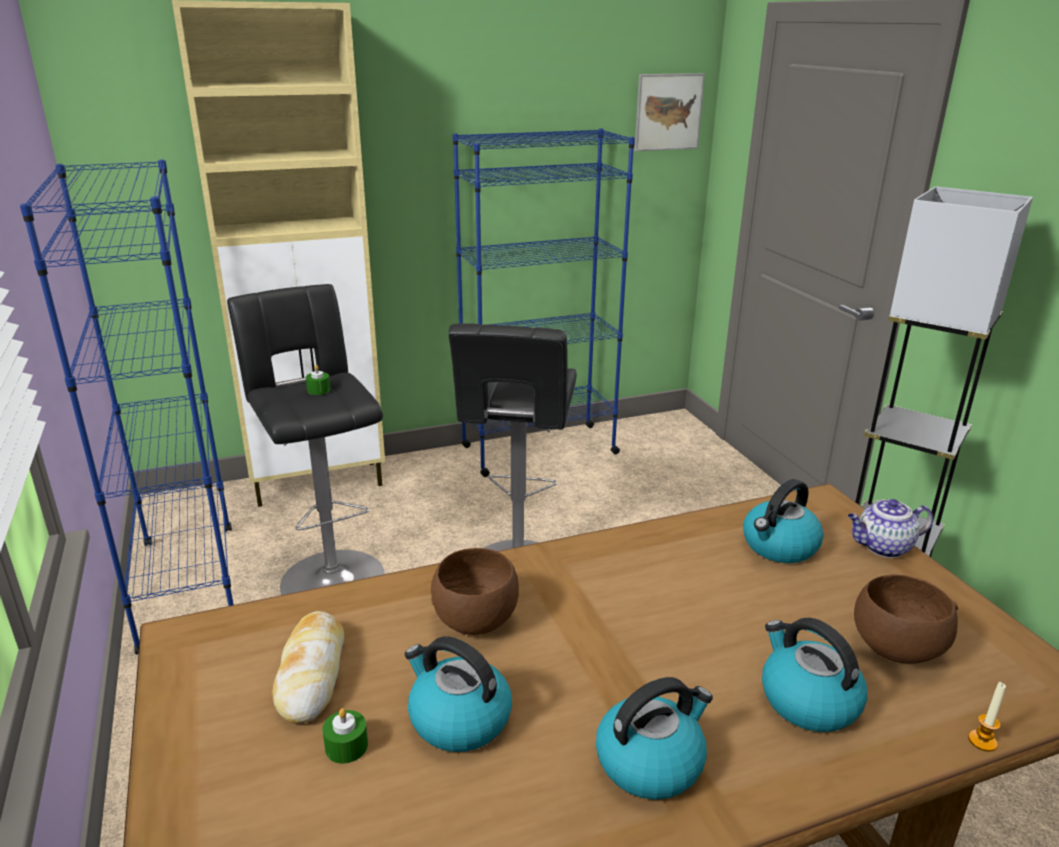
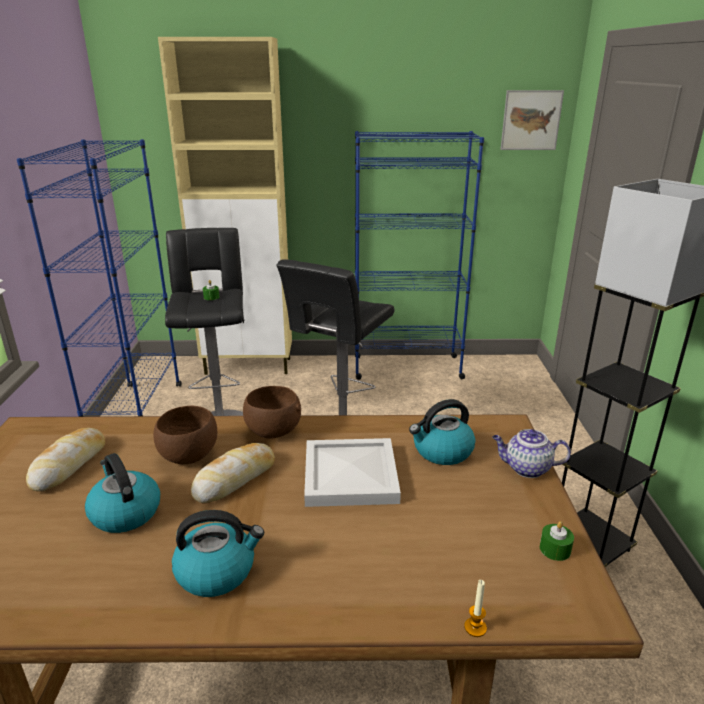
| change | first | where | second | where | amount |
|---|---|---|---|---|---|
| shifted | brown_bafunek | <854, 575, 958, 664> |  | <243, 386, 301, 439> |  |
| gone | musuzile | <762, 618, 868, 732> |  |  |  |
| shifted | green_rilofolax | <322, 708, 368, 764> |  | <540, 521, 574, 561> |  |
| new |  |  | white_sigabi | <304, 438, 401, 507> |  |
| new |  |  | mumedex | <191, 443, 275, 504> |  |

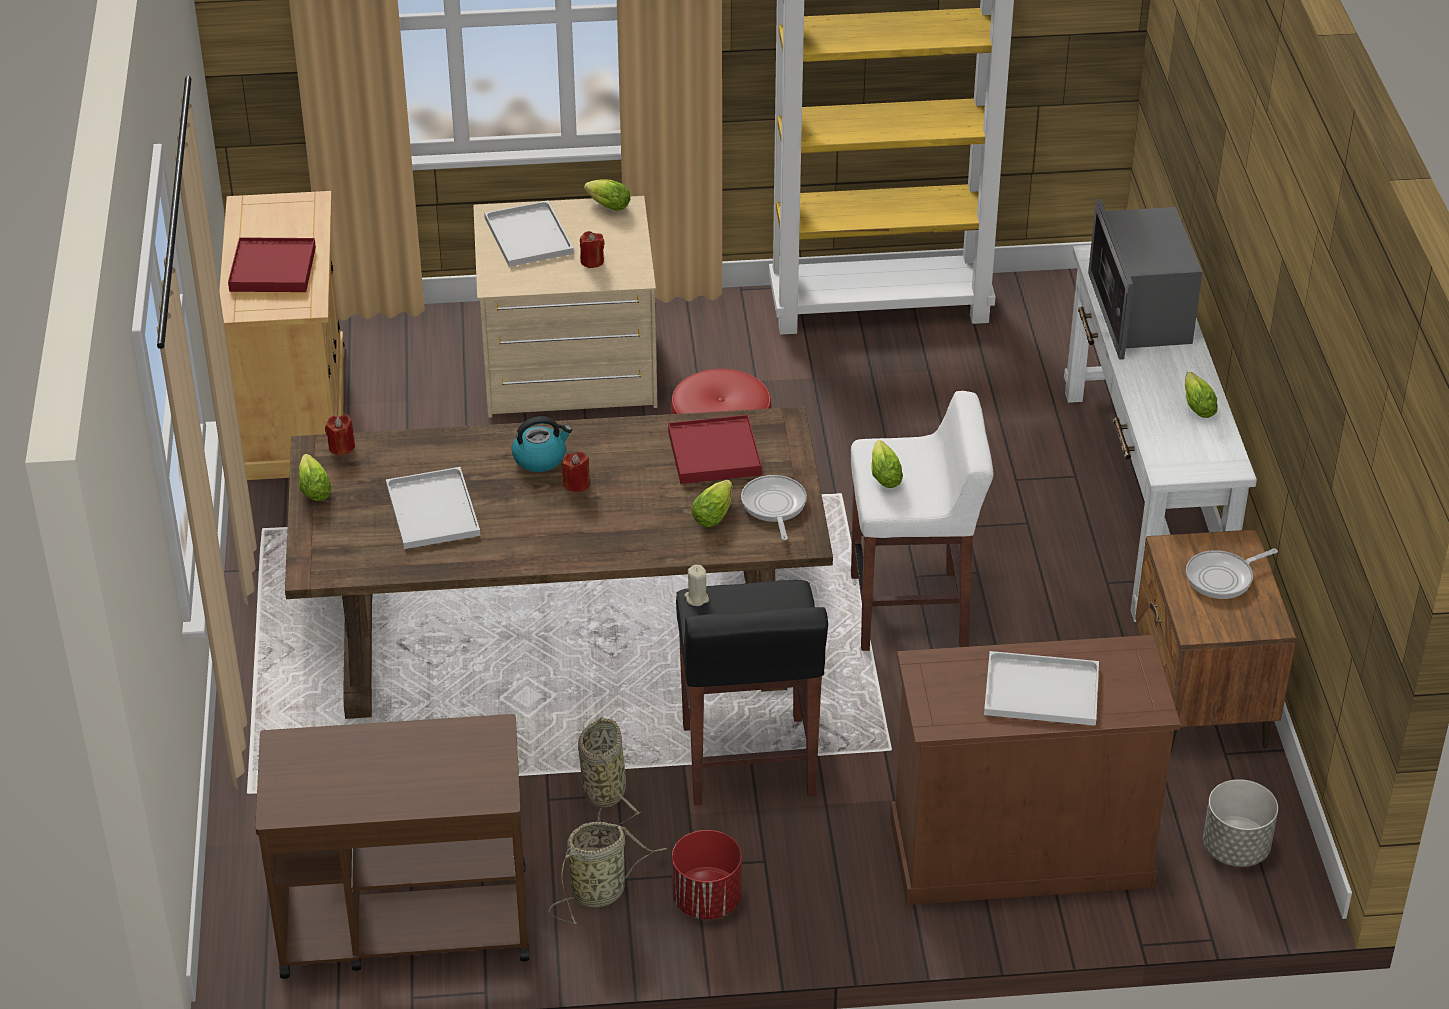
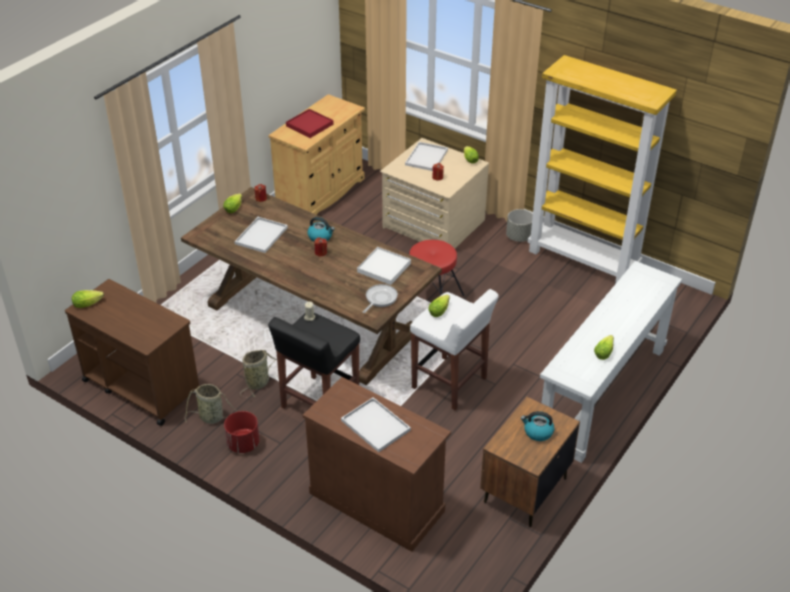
| change | first | where | second | where | amount |
|---|---|---|---|---|---|
| gone | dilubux | <1088, 199, 1202, 360> |  |  |  |
| repainted | red_sigabi | <668, 415, 762, 484> | white_sigabi | <357, 247, 411, 285> |  |
| shifted | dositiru | <691, 480, 733, 527> |  | <72, 290, 104, 308> |  |
| swapped | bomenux | <1186, 548, 1278, 599> | musuzile | <521, 411, 554, 441> |  |
| shifted | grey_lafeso | <1203, 779, 1278, 867> |  | <506, 209, 533, 242> |  |

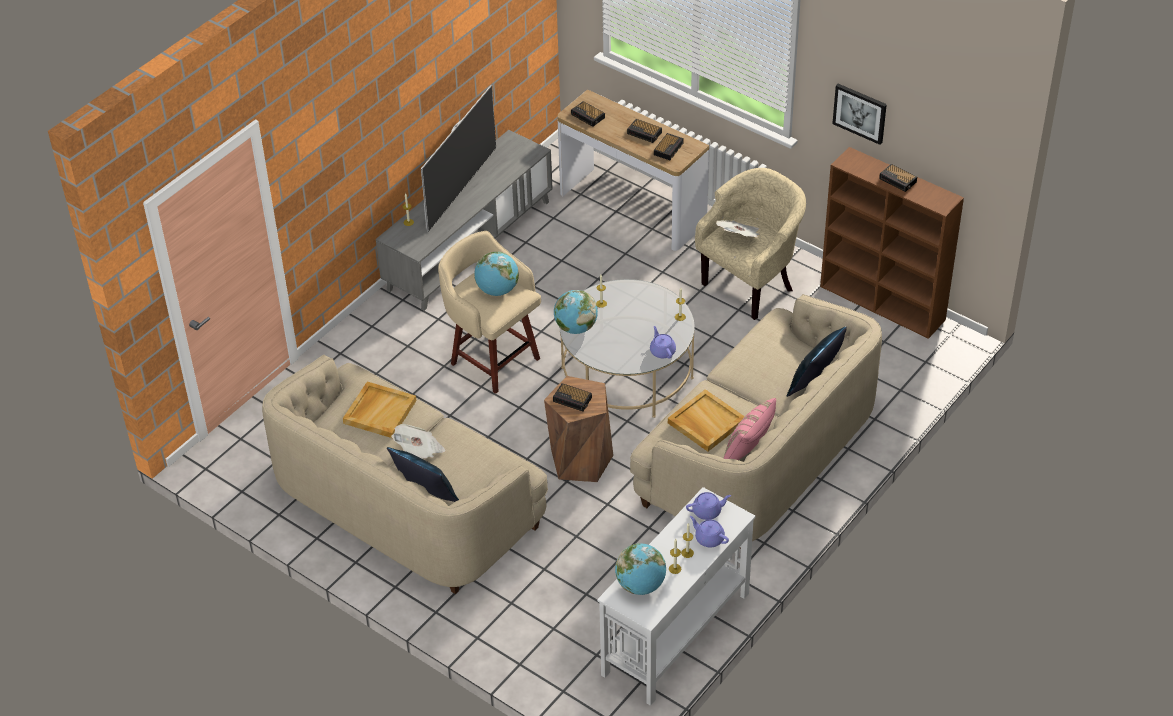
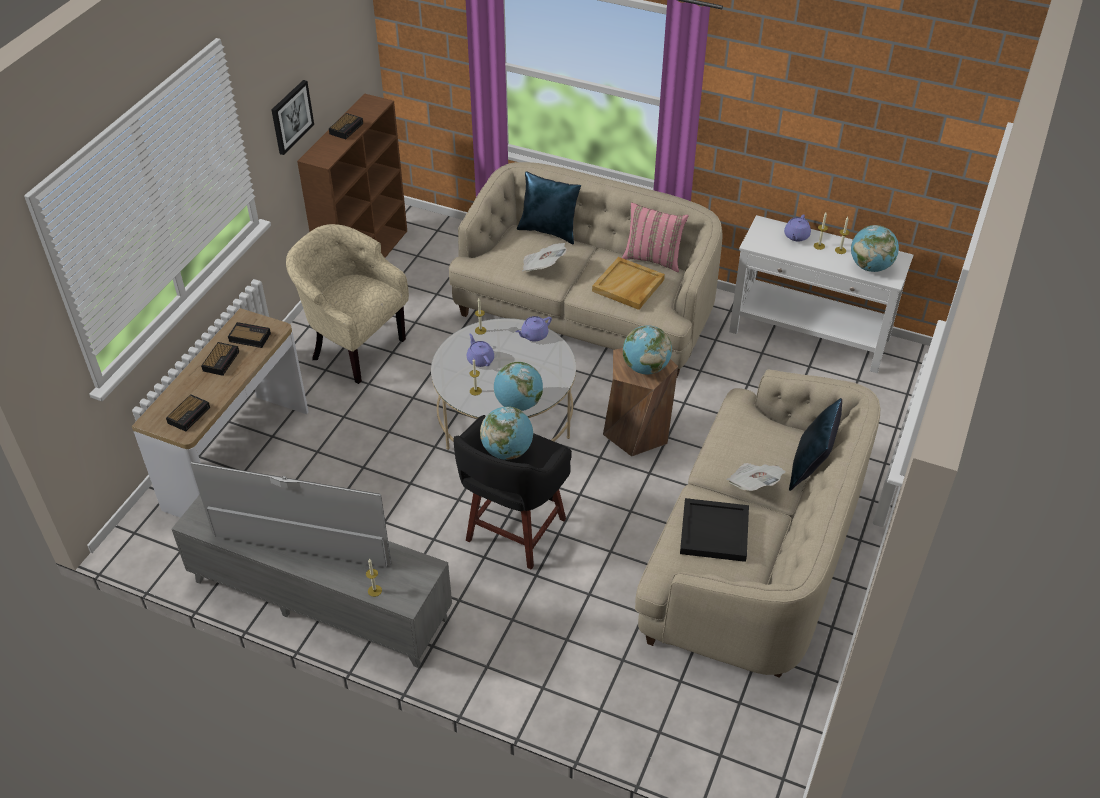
| change | first | where | second | where | amount |
|---|---|---|---|---|---|
| shifted | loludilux | <716, 220, 759, 237> |  | <522, 243, 567, 272> |  |
| repainted | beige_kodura | <438, 231, 541, 394> | black_kodura | <453, 415, 572, 569> |  |
| repainted | beige_sigabi | <343, 382, 416, 438> | black_sigabi | <680, 498, 749, 562> |  |
| swapped | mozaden | <553, 383, 592, 411> | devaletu | <623, 325, 672, 374> |  |
| shifted | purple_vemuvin | <686, 492, 731, 520> |  | <467, 333, 494, 367> |  |

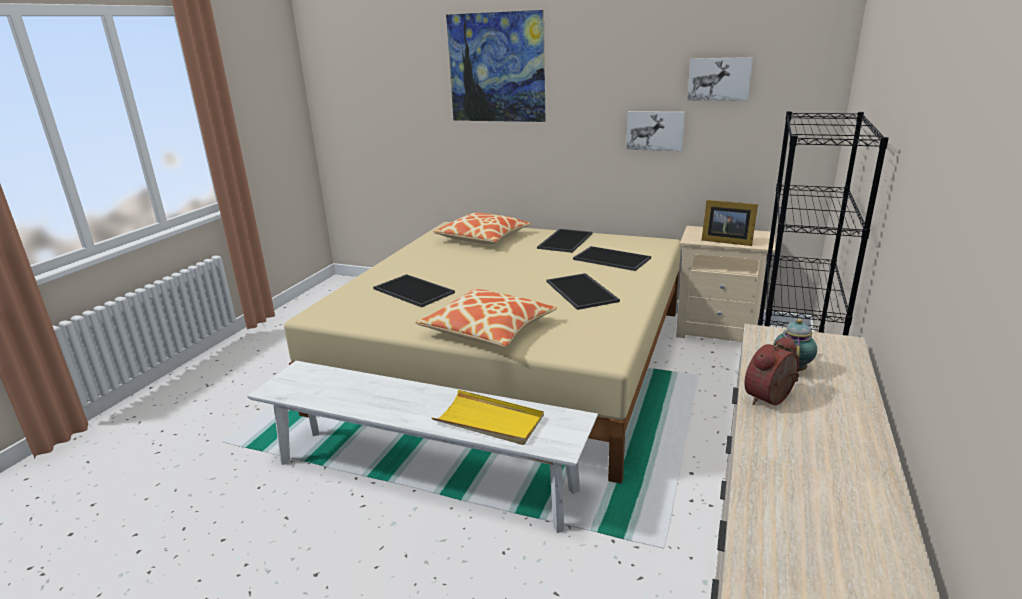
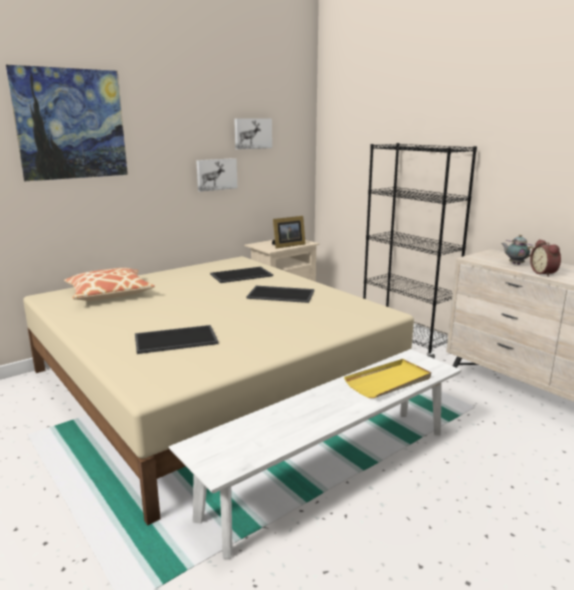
| change | first | where | second | where | amount |
|---|---|---|---|---|---|
| gone | sigabi | <537, 229, 592, 253> |  |  |  |
| gone | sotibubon | <416, 289, 557, 347> |  |  |  |

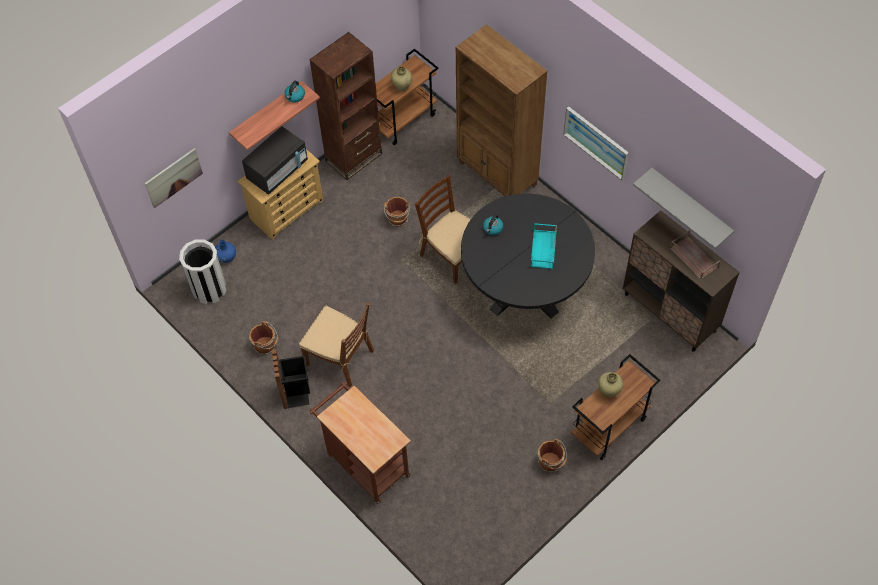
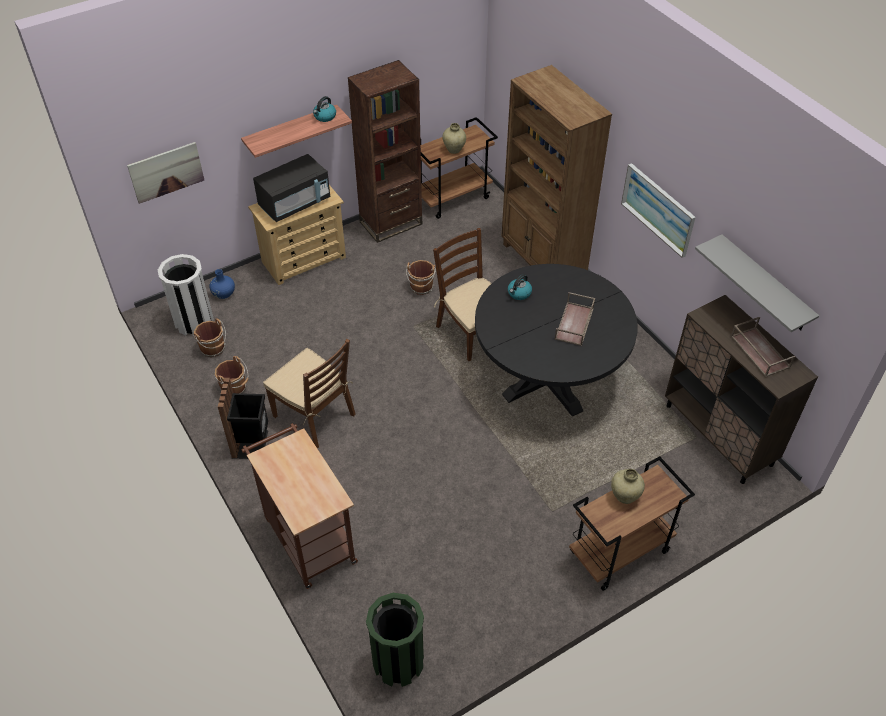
| change | first | where | second | where | amount |
|---|---|---|---|---|---|
| repainted | turquoise_sigabi | <531, 223, 557, 269> | brown_sigabi | <555, 292, 595, 346> |  |
| shifted | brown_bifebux | <538, 439, 567, 472> |  | <194, 318, 226, 358> |  |
| new |  |  | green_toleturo | <366, 593, 424, 687> |  |

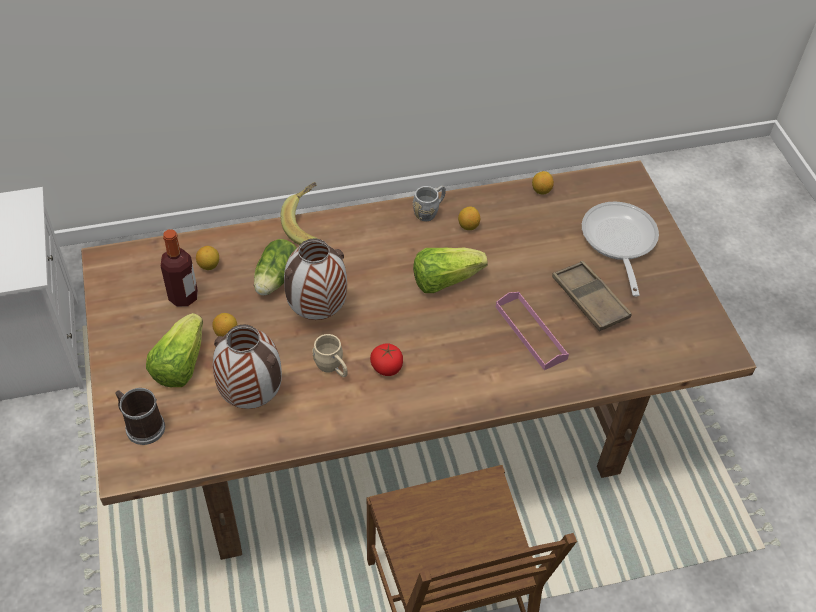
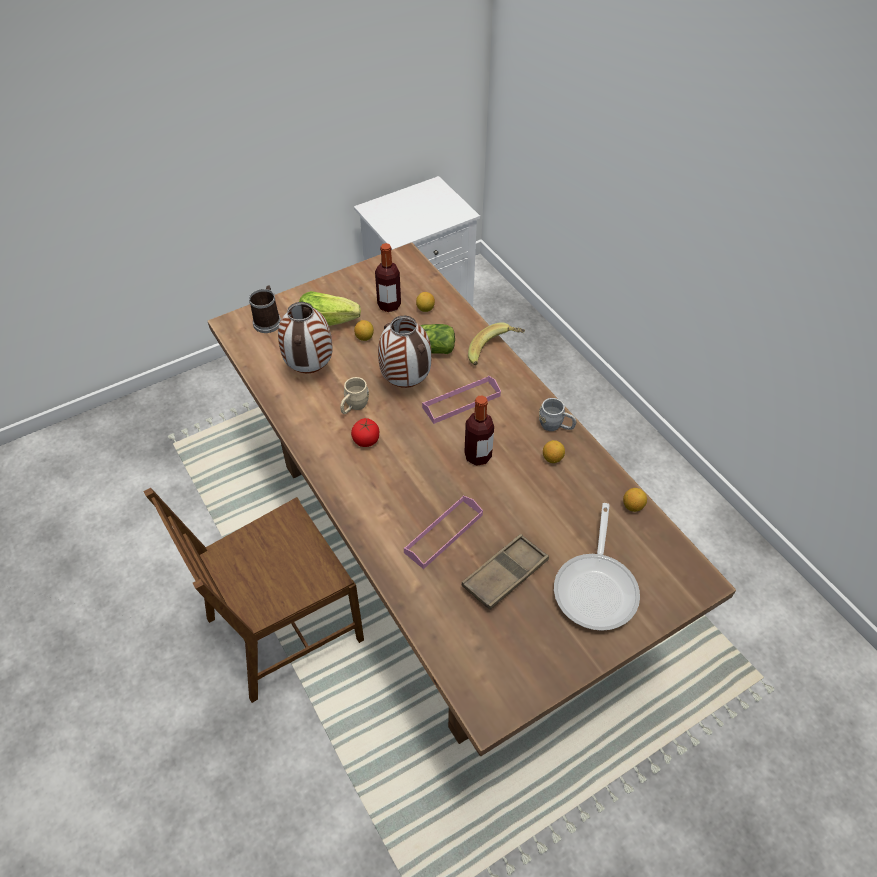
| change | first | where | second | where | amount |
|---|---|---|---|---|---|
| rotated | bomenux | <582, 201, 659, 296> |  | <554, 503, 640, 631> | 120 degrees clockwise |
| swapped | dositiru | <413, 247, 488, 293> | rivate | <464, 395, 494, 466> |  |
| new |  |  | pink_sigabi | <422, 376, 501, 424> |  |

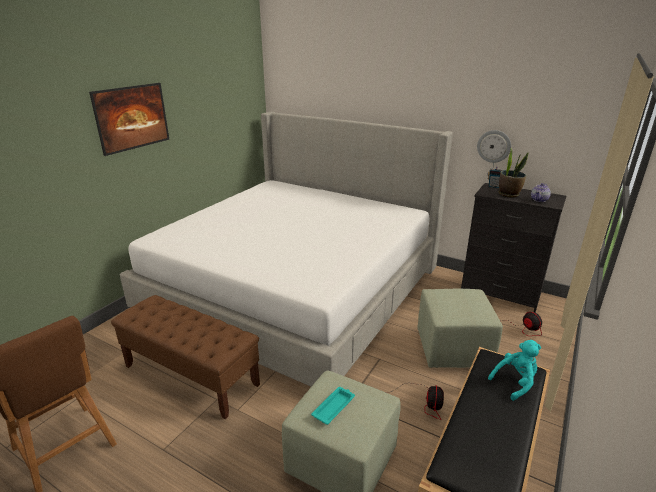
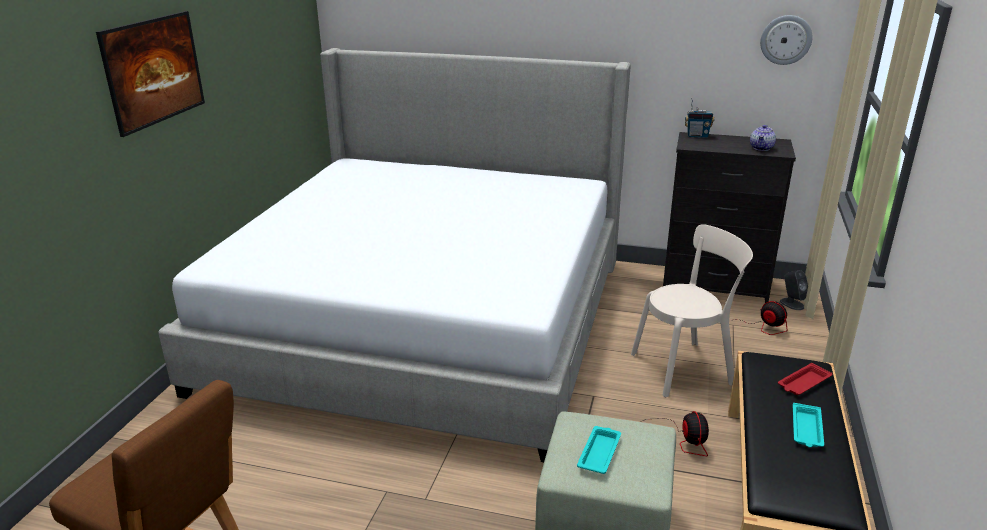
| change | first | where | second | where | amount |
|---|---|---|---|---|---|
| shifted | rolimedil | <477, 130, 511, 163> |  | <760, 15, 813, 65> |  |
| gone | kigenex | <499, 149, 528, 198> |  |  |  |
| swapped | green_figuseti | <417, 289, 503, 368> | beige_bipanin | <631, 224, 753, 397> |  |
| gone | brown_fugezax | <111, 295, 260, 419> |  |  |  |
| swapped | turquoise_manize | <488, 340, 541, 401> | red_sigabi | <778, 363, 833, 395> |  |
| new |  |  | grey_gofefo | <780, 270, 808, 310> |  |
| new |  |  | turquoise_sigabi | <793, 403, 824, 447> |  |

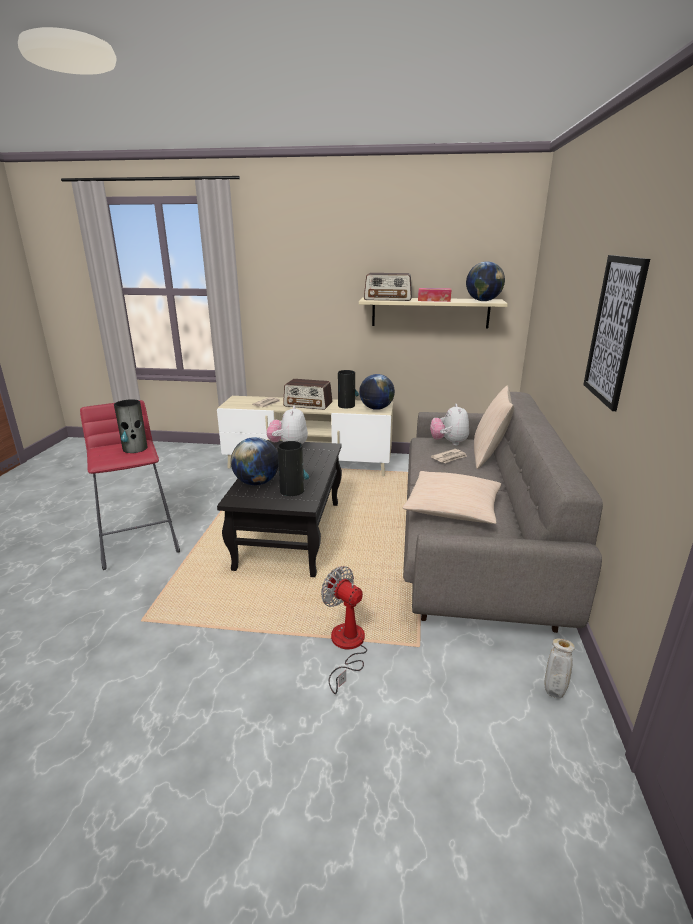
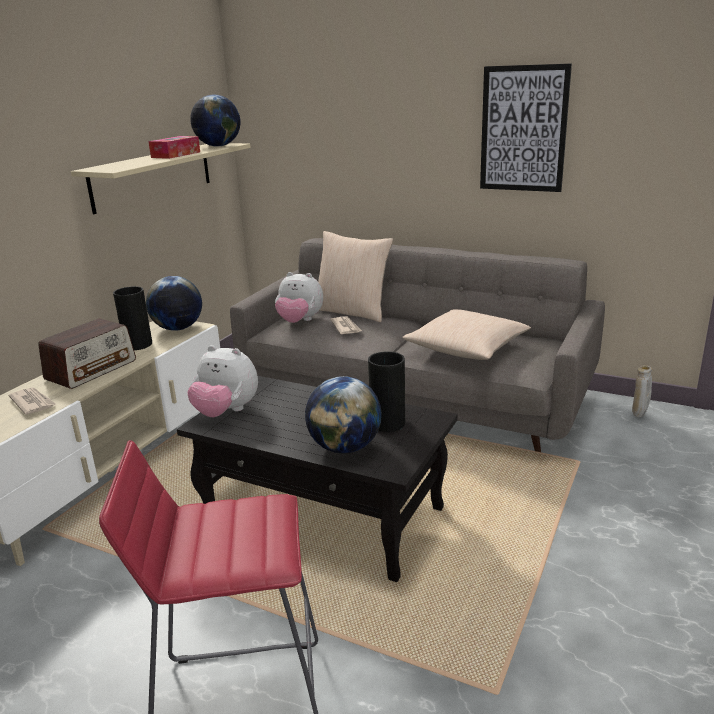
| change | first | where | second | where | amount |
|---|---|---|---|---|---|
| gone | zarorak | <364, 273, 412, 301> |  |  |  |
| gone | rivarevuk | <114, 400, 148, 453> |  |  |  |
| gone | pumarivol | <321, 566, 367, 694> |  |  |  |

